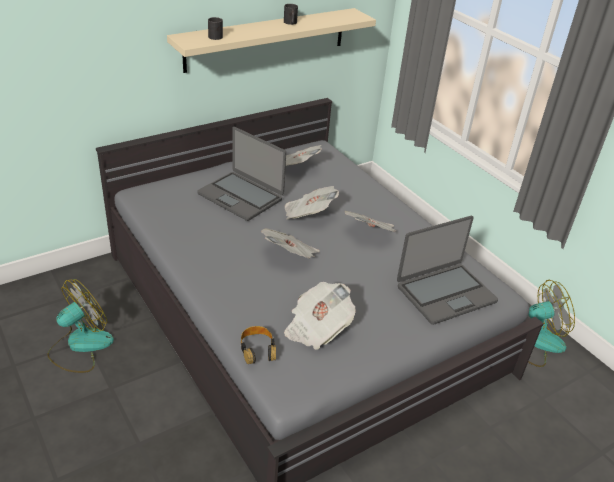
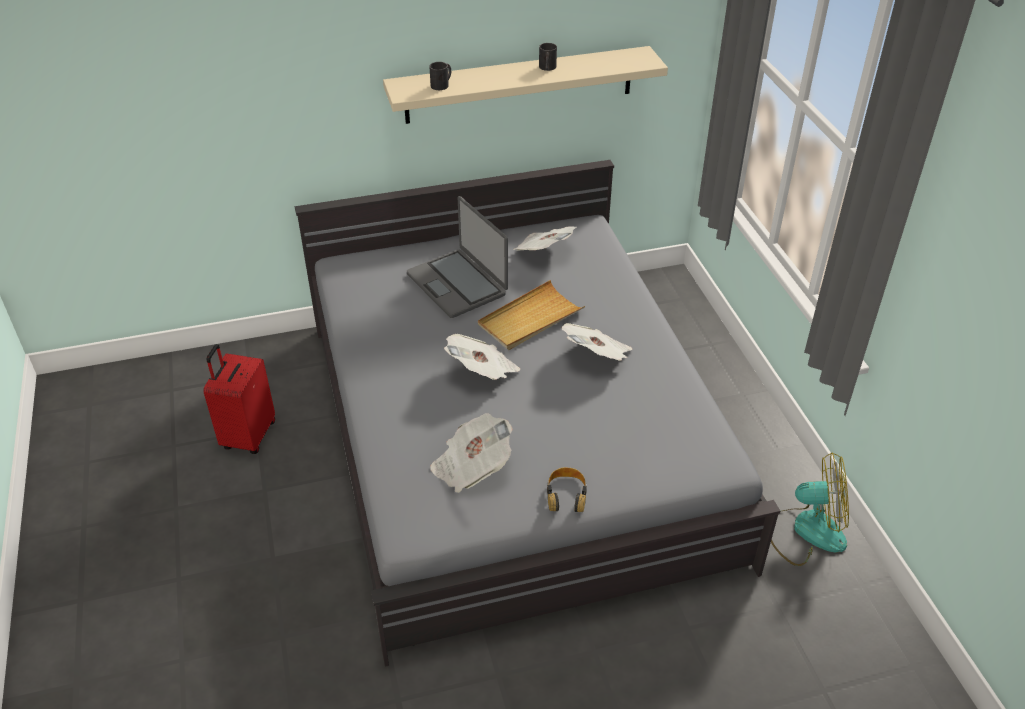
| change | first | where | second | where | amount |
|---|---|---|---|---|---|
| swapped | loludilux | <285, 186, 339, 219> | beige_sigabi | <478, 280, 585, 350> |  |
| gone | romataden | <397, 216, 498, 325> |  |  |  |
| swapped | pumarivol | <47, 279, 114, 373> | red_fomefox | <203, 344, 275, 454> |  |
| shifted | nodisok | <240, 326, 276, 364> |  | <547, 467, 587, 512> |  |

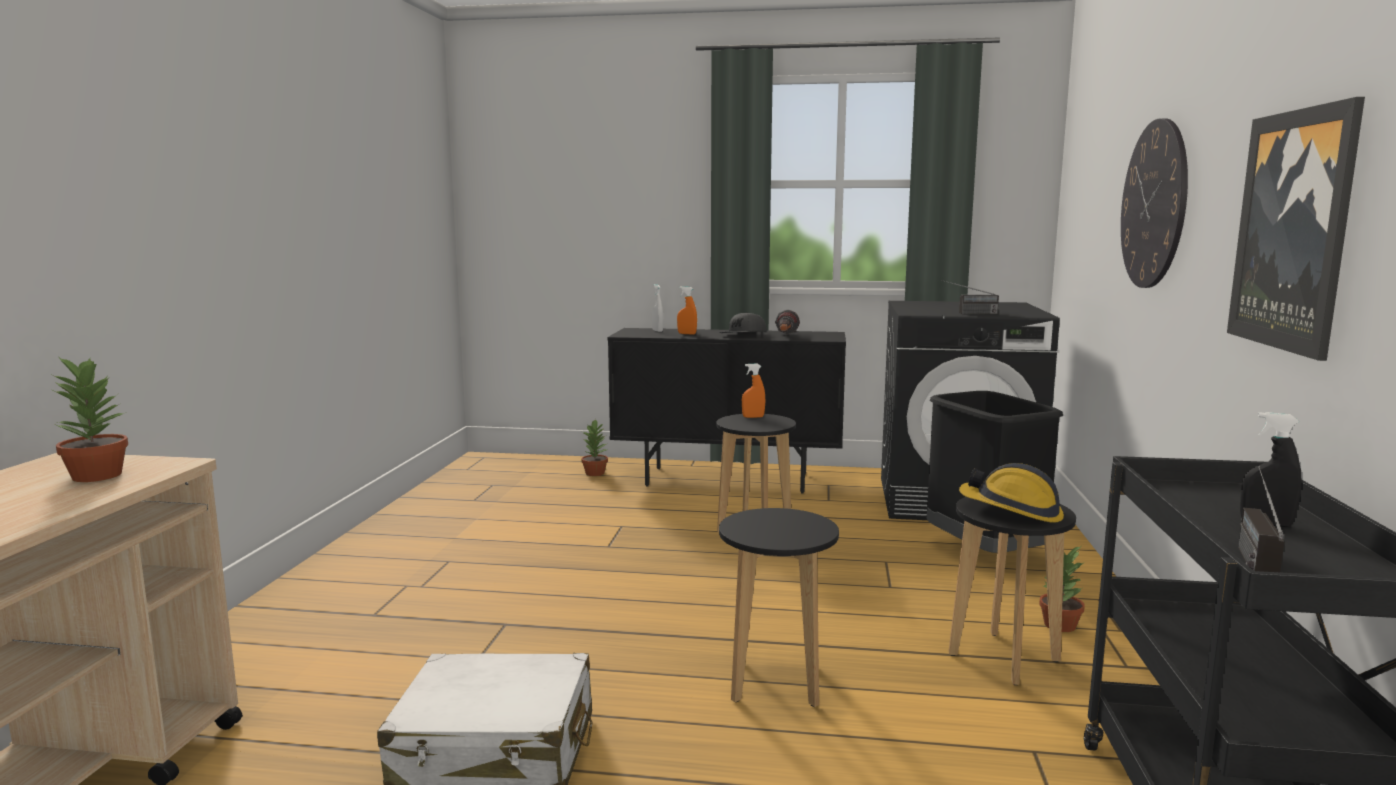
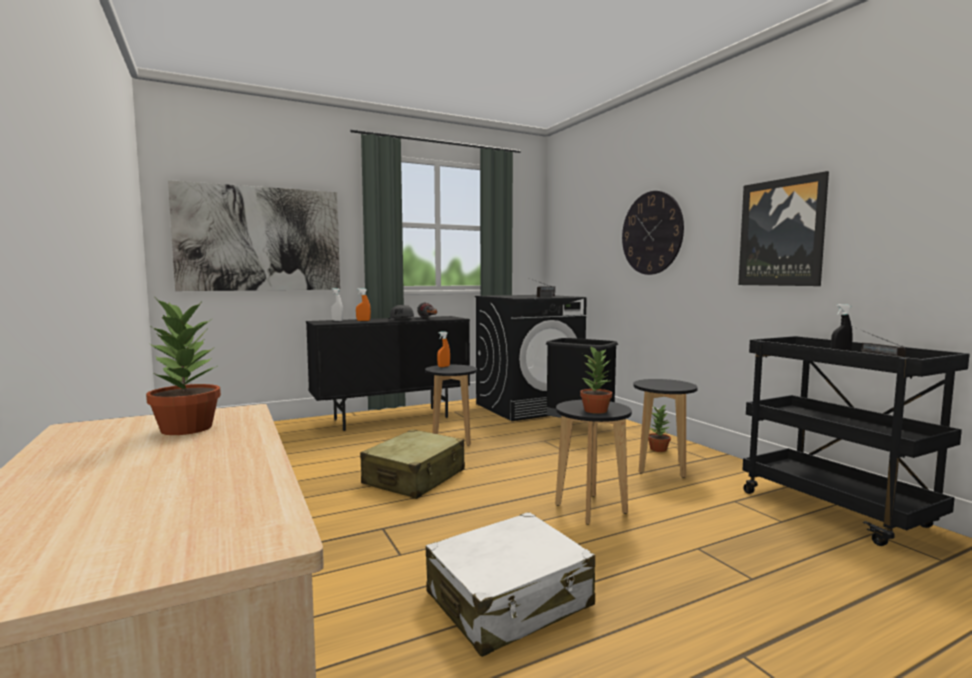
| change | first | where | second | where | amount |
|---|---|---|---|---|---|
| shifted | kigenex | <581, 419, 608, 476> |  | <580, 347, 612, 414> |  |
| gone | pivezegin | <959, 463, 1064, 523> |  |  |  |
| new |  |  | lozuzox | <168, 180, 340, 291> |  |
| new |  |  | beige_fomefox | <360, 429, 465, 499> |  |

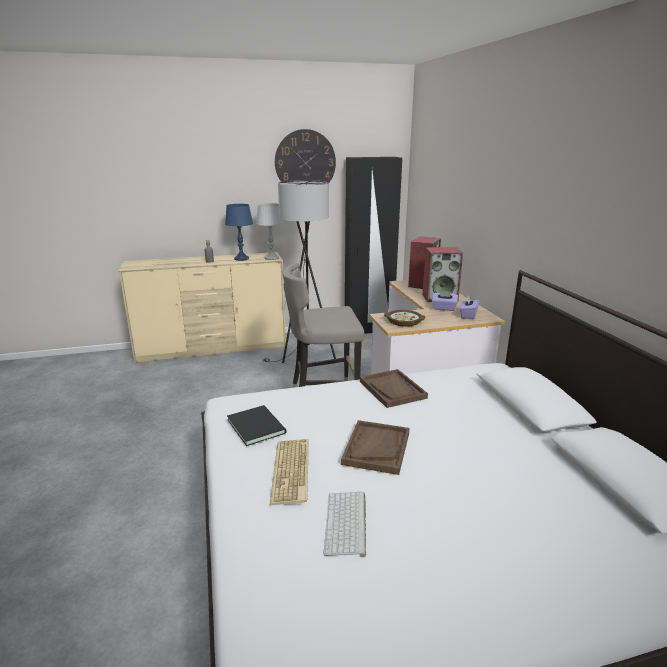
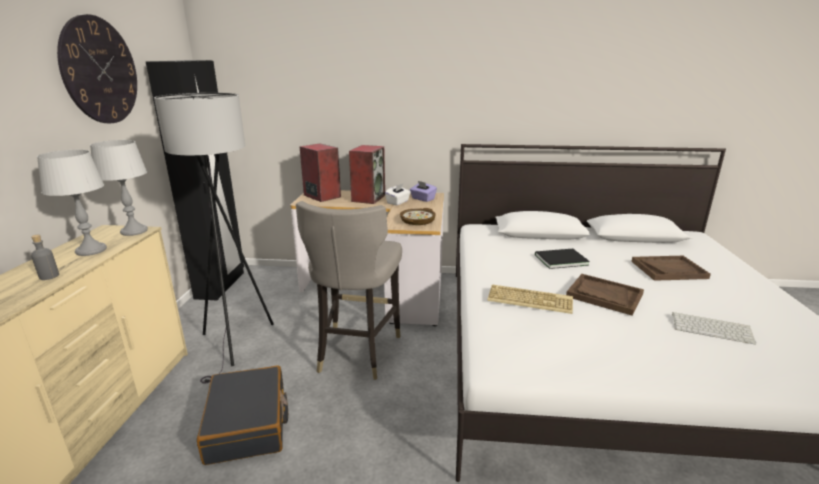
| change | first | where | second | where | amount |
|---|---|---|---|---|---|
| repainted | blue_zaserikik | <225, 204, 253, 261> | grey_zaserikik | <37, 150, 107, 256> |  |
| repainted | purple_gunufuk | <432, 291, 458, 311> | white_gunufuk | <385, 184, 411, 205> |  |
| shifted | brown_sigabi | <360, 369, 428, 408> |  | <631, 256, 711, 281> |  |
| shifted | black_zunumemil | <227, 405, 287, 446> |  | <535, 249, 590, 269> |  |
| shifted | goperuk | <269, 439, 309, 506> |  | <487, 285, 573, 314> |  |
| new |  |  | black_fomefox | <197, 365, 288, 465> |  |

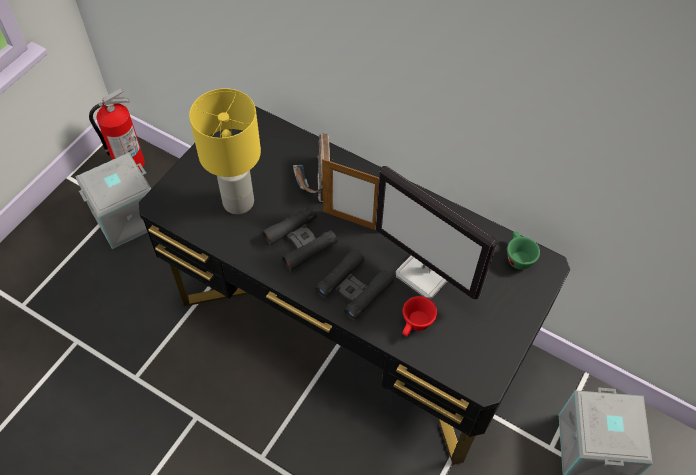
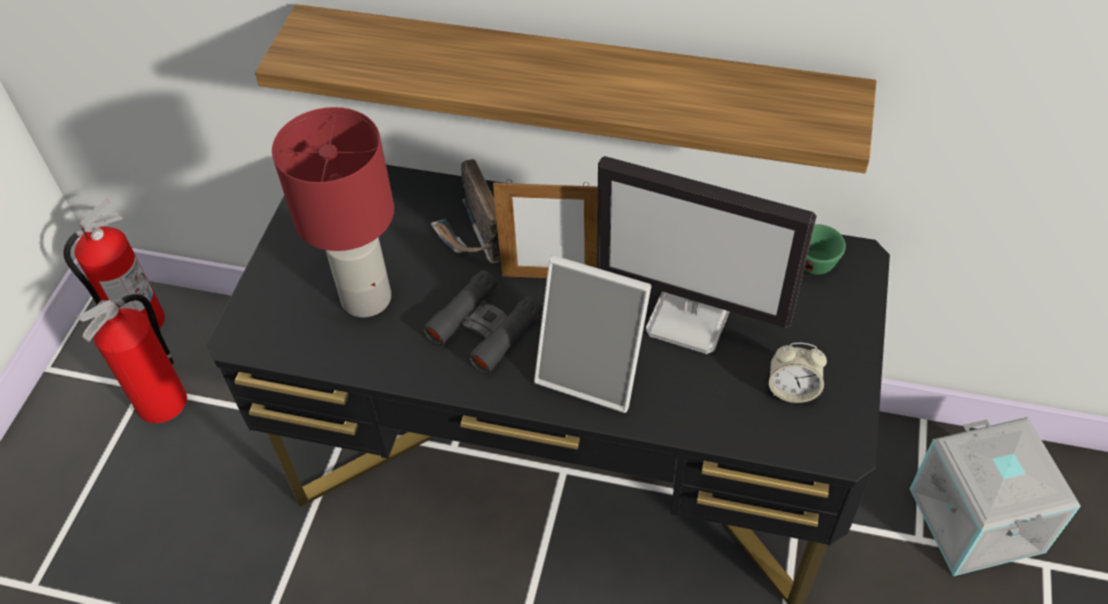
| change | first | where | second | where | amount |
|---|---|---|---|---|---|
| repainted | yellow_zaserikik | <189, 88, 261, 214> | red_zaserikik | <272, 107, 394, 318> |  |
| swapped | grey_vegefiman | <75, 153, 151, 249> | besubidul | <76, 294, 187, 423> |  |
| swapped | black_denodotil | <315, 249, 394, 321> | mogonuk | <534, 255, 651, 413> |  |
| gone | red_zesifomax | <403, 296, 437, 337> |  |  |  |
| new |  |  | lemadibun | <255, 4, 876, 173> |  |
| new |  |  | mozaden | <769, 343, 827, 403> |  |

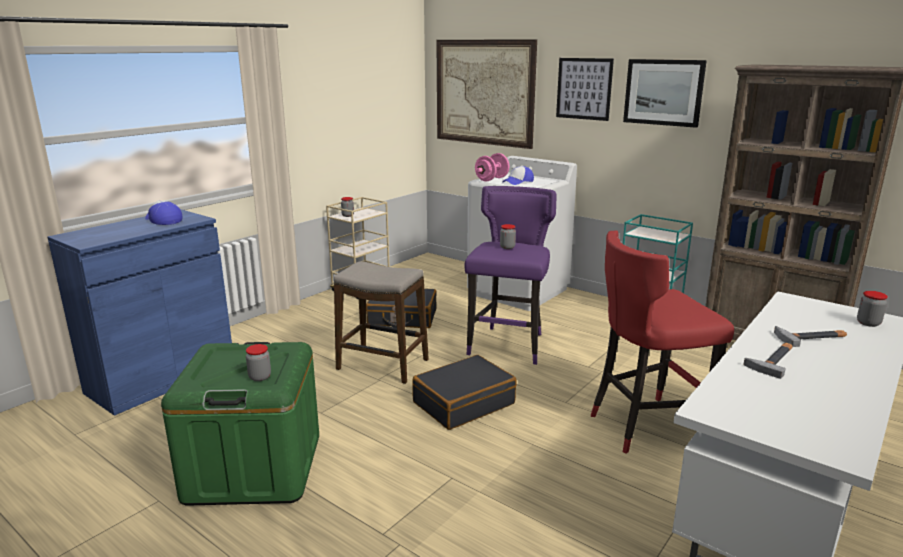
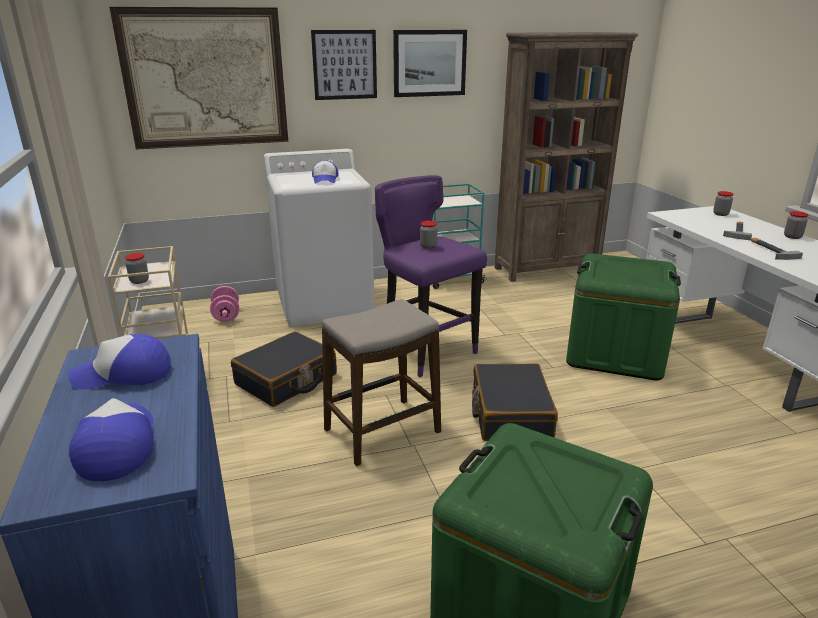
| change | first | where | second | where | amount |
|---|---|---|---|---|---|
| shifted | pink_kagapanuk | <475, 153, 509, 182> |  | <210, 286, 239, 322> |  |
| swapped | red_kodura | <591, 230, 734, 454> | green_vegefiman | <566, 253, 681, 380> |  |
| shifted | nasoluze | <246, 344, 271, 381> |  | <784, 211, 808, 239> |  |
| new |  |  | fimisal | <69, 398, 154, 481> |  |

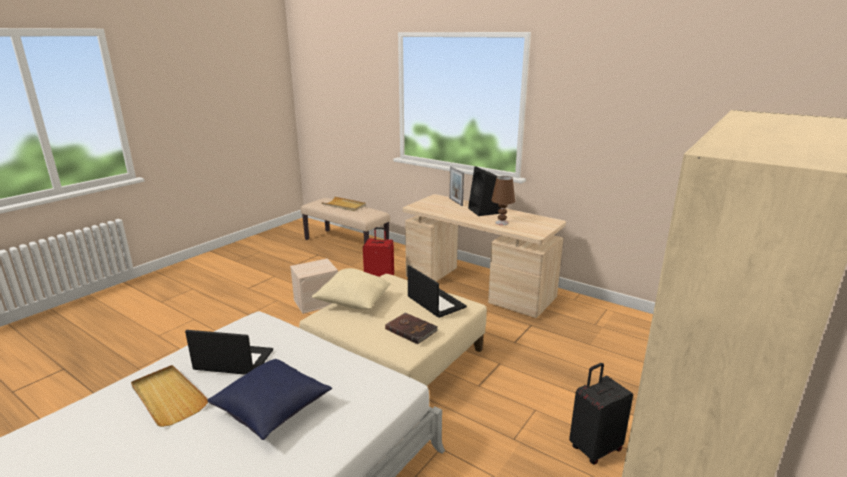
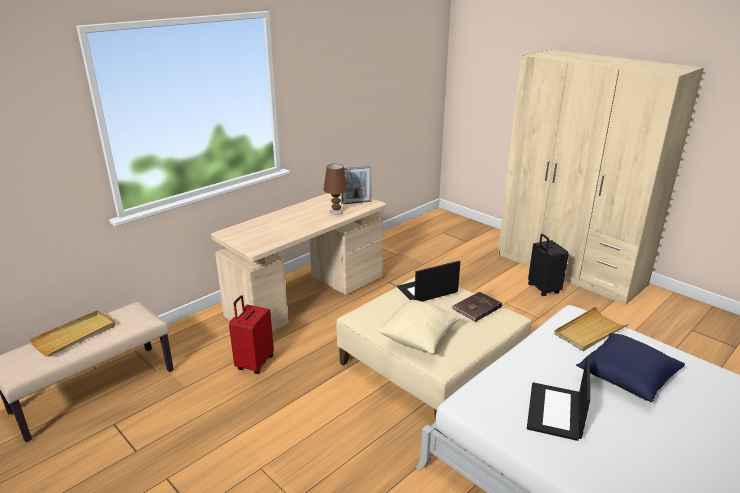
| change | first | where | second | where | amount |
|---|---|---|---|---|---|
| gone | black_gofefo | <468, 166, 501, 216> |  |  |  |
| shifted | mogonuk | <449, 167, 464, 206> |  | <341, 166, 372, 204> |  |
| gone | beige_vegefiman | <290, 258, 338, 314> |  |  |  |
| shifted | beige_sigabi | <131, 365, 208, 427> |  | <554, 307, 629, 351> |  |

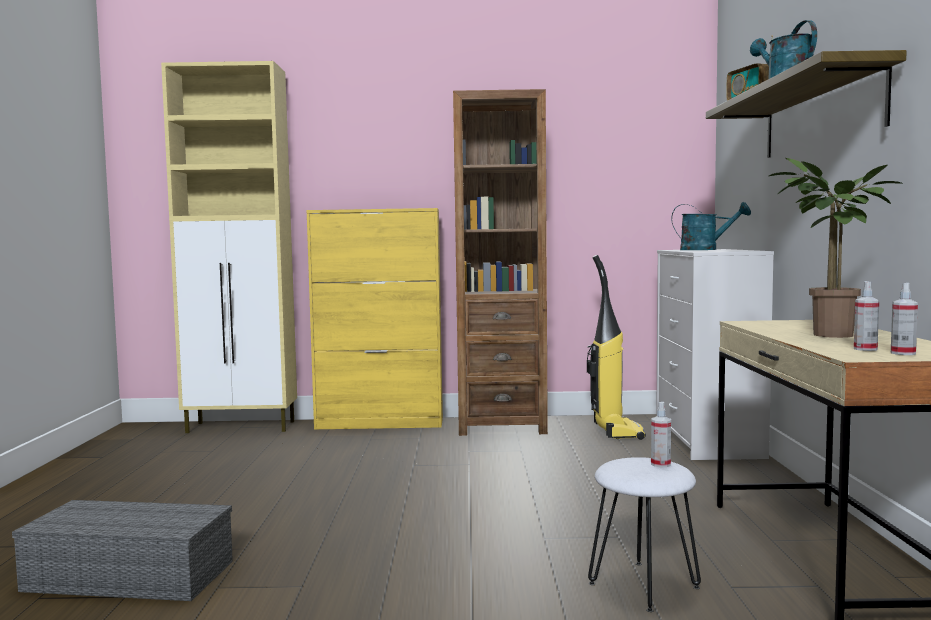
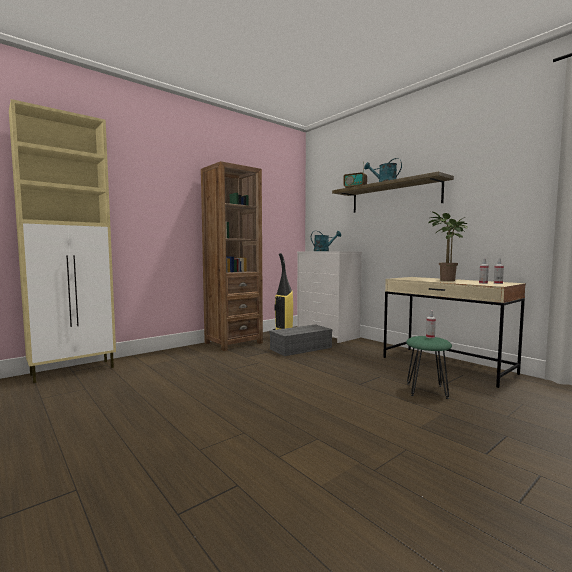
| change | first | where | second | where | amount |
|---|---|---|---|---|---|
| gone | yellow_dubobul | <306, 208, 443, 429> |  |  |  |
| repainted | white_kodura | <588, 457, 701, 612> | green_kodura | <406, 336, 452, 399> |  |
| shifted | grey_vegefiman | <12, 500, 233, 601> |  | <269, 324, 333, 356> |  |

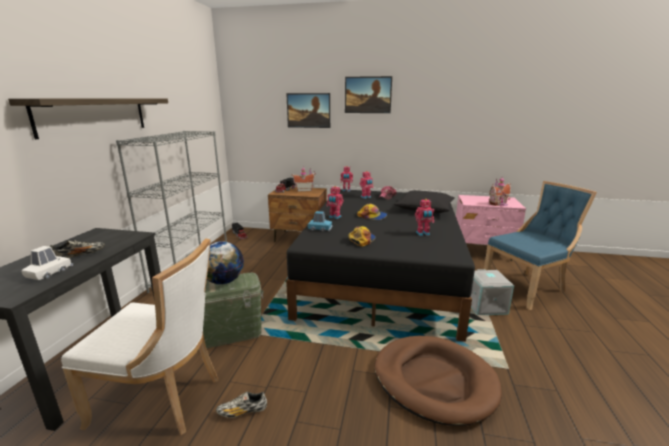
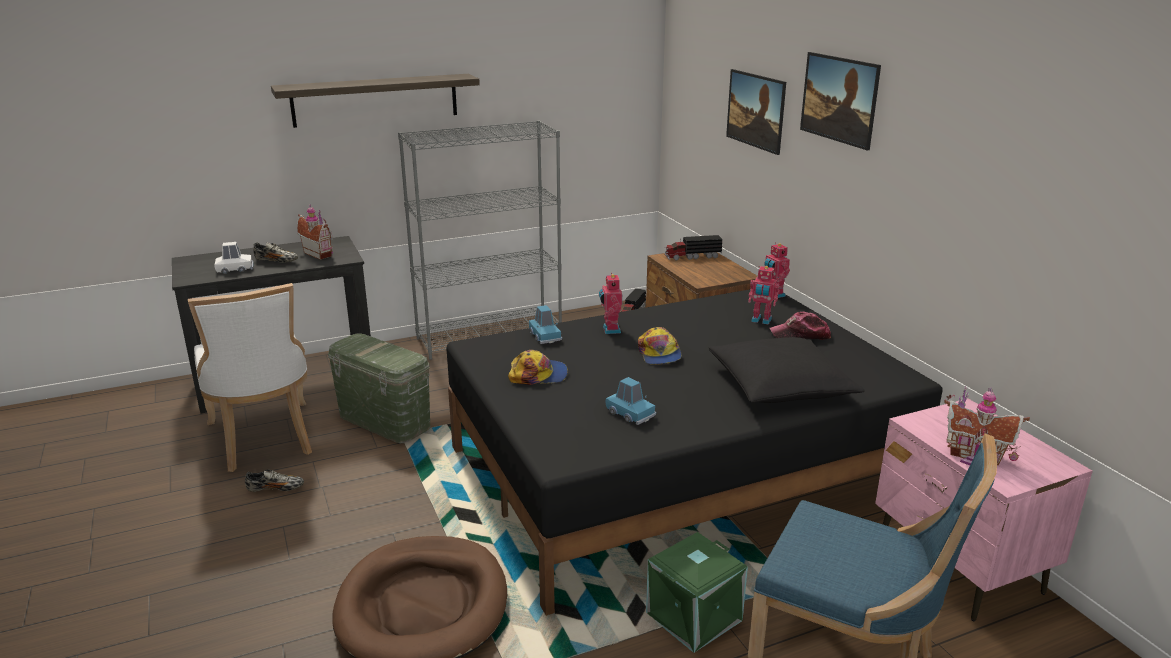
| change | first | where | second | where | amount |
|---|---|---|---|---|---|
| shifted | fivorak | <291, 167, 316, 192> |  | <297, 204, 333, 260> |  |
| swapped | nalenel | <415, 199, 434, 236> | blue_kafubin | <606, 377, 656, 425> |  |
| gone | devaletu | <207, 241, 244, 284> |  |  |  |
| repainted | grey_vegefiman | <470, 269, 514, 315> | green_vegefiman | <646, 532, 748, 653> |  |
| rotated | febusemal | <216, 392, 267, 418> |  | <245, 469, 304, 492> | 135 degrees clockwise |

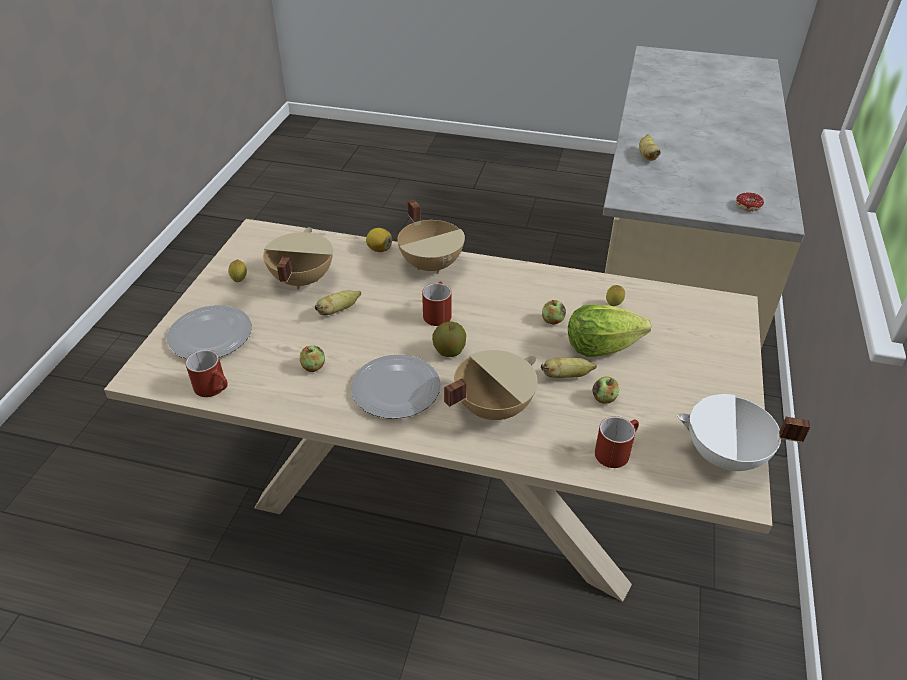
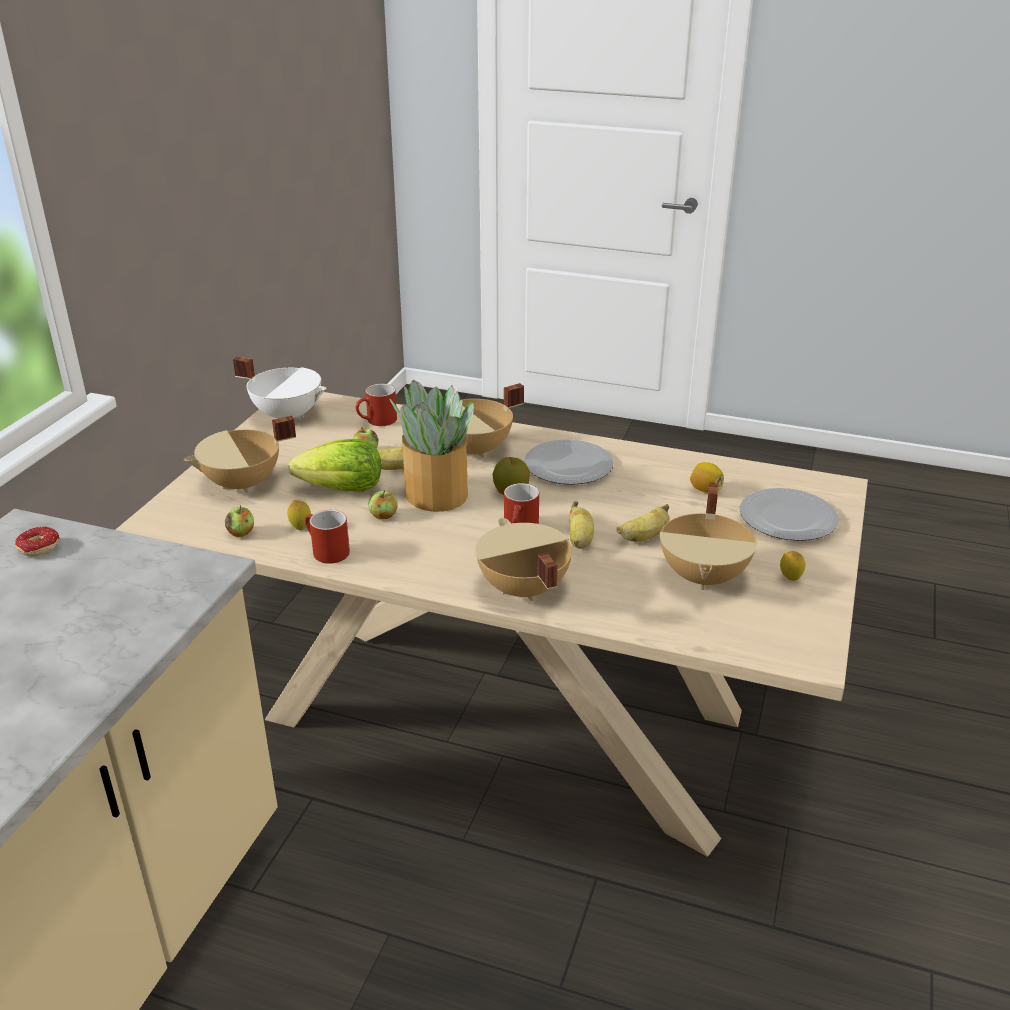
| change | first | where | second | where | amount |
|---|---|---|---|---|---|
| shifted | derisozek | <639, 134, 661, 161> |  | <569, 501, 594, 549> |  |
| shifted | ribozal | <366, 228, 392, 252> |  | <690, 462, 724, 493> |  |
| shifted | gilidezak | <299, 346, 325, 372> |  | <225, 506, 254, 537> |  |
| shifted | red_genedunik | <185, 350, 228, 397> |  | <305, 510, 350, 564> |  |
| new |  |  | kigenex | <389, 380, 474, 512> |  |
| new |  |  | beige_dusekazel | <184, 416, 296, 493> |  |

